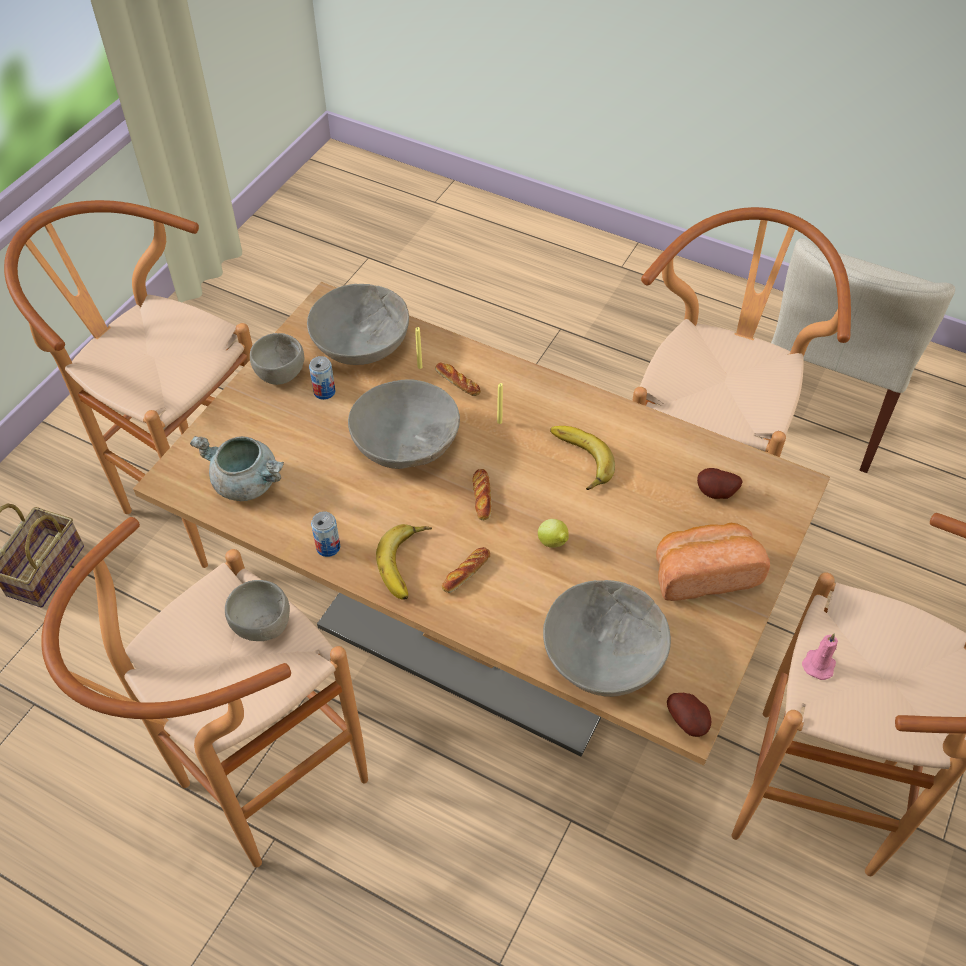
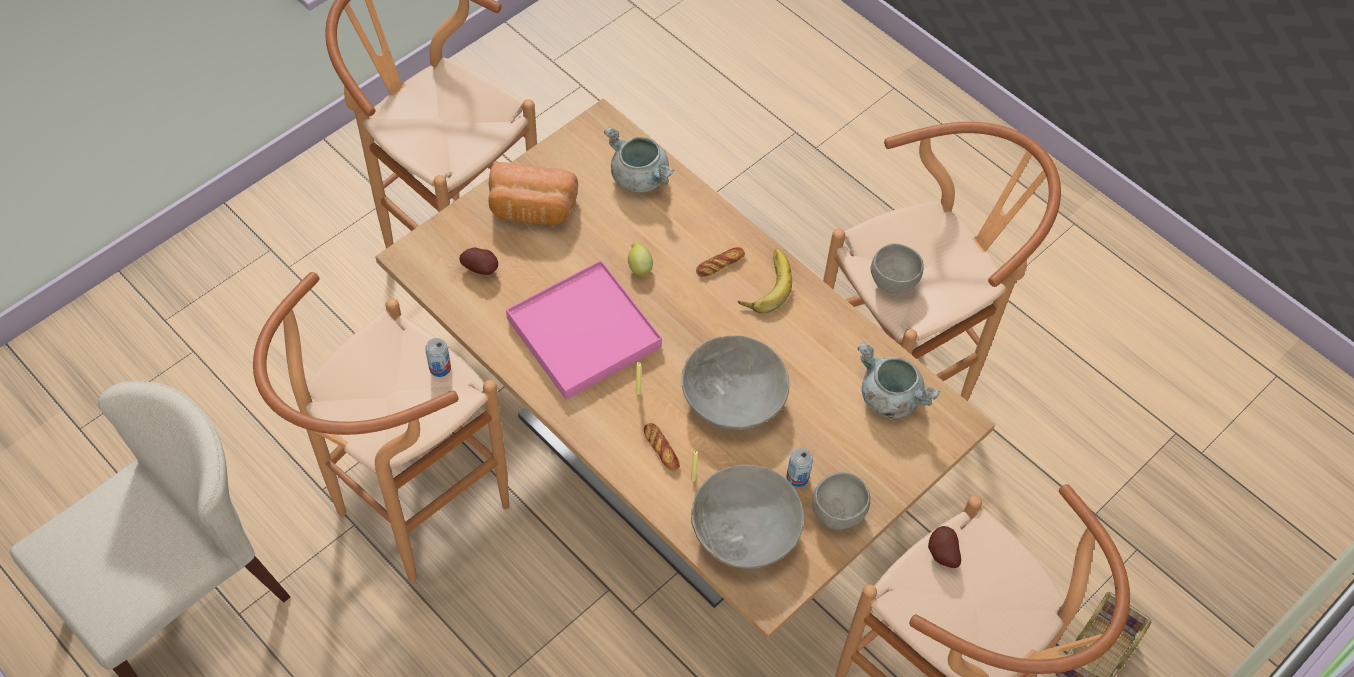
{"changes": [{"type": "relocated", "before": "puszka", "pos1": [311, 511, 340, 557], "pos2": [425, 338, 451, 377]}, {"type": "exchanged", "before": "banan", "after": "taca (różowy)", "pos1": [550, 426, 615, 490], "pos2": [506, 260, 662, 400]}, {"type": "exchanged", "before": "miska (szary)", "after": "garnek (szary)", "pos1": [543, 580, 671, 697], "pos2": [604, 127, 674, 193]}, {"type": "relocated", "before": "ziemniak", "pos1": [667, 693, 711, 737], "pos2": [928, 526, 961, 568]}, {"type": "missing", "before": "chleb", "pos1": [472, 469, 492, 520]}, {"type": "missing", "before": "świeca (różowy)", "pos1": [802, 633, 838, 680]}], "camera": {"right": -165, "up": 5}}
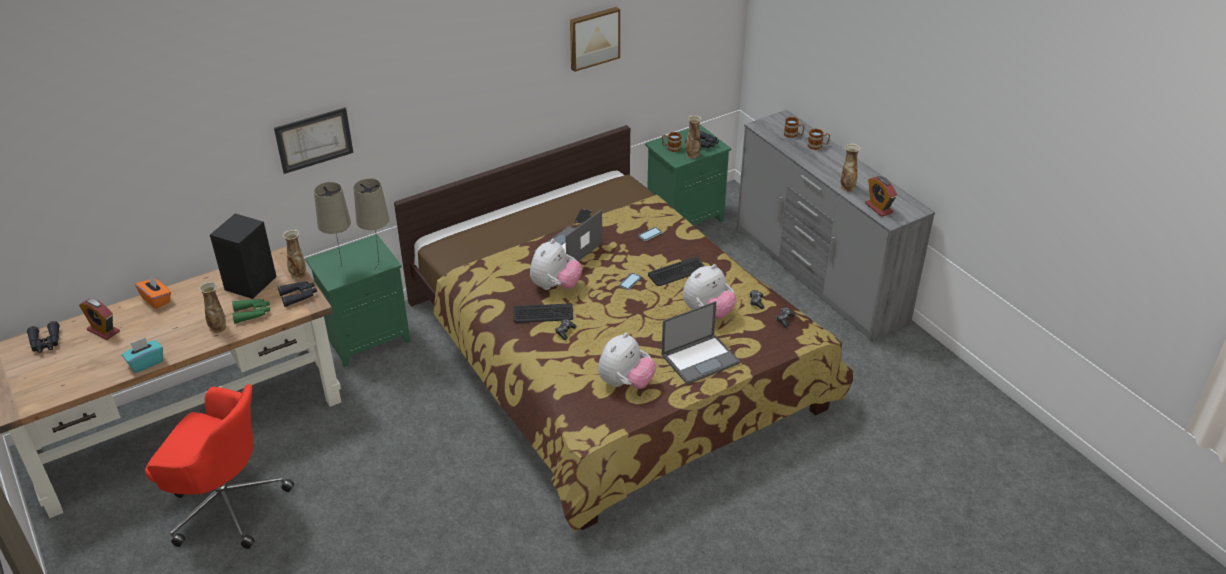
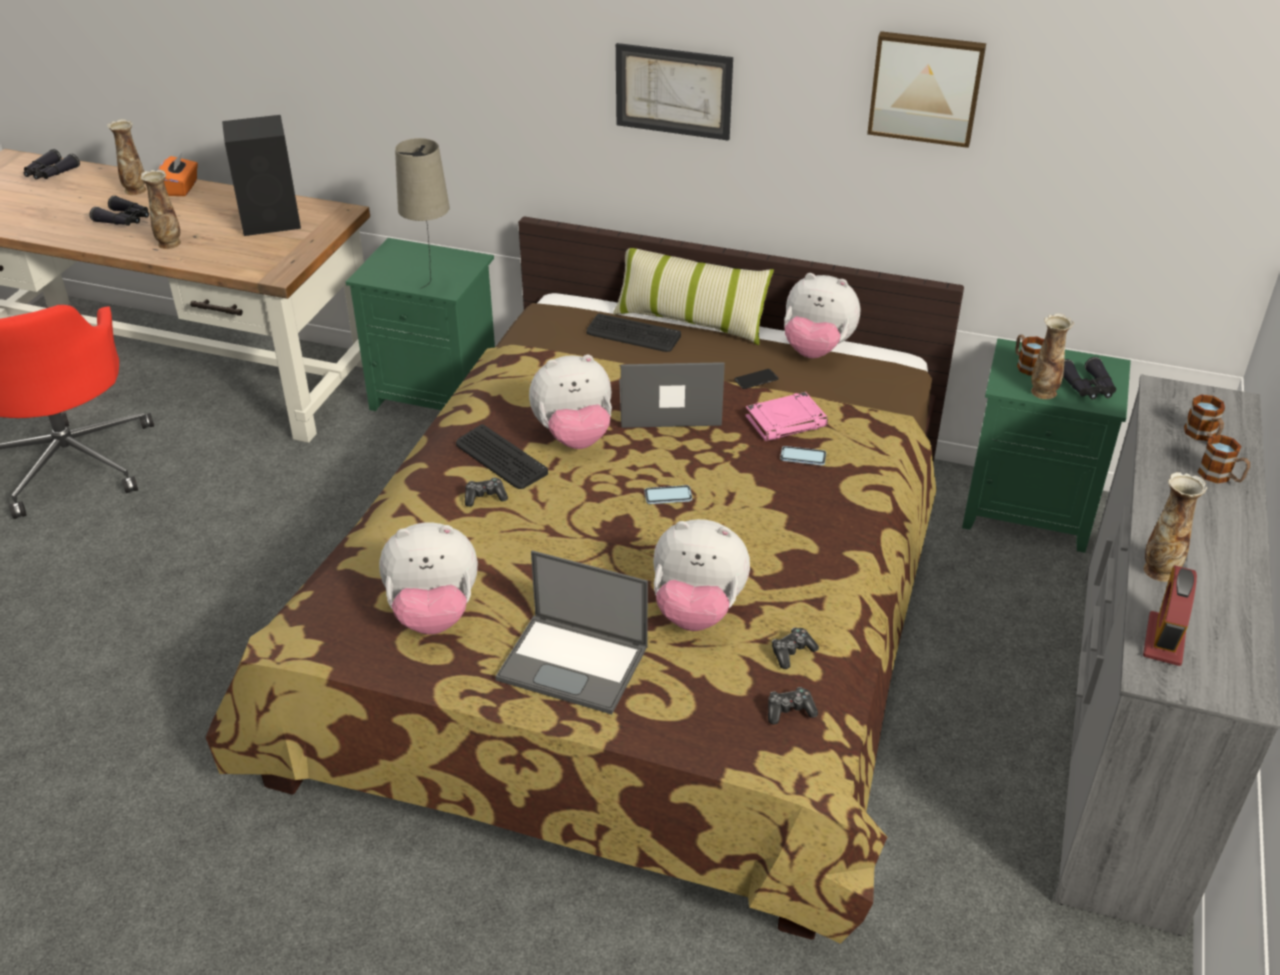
{"changes": [{"type": "relocated", "before": "lornetka (czarny)", "pos1": [277, 281, 317, 307], "pos2": [90, 196, 149, 226]}, {"type": "relocated", "before": "wazon", "pos1": [282, 229, 306, 280], "pos2": [107, 119, 146, 195]}, {"type": "relocated", "before": "klawiatura", "pos1": [648, 257, 704, 286], "pos2": [587, 314, 681, 352]}, {"type": "appeared", "after": "poduszka", "pos2": [613, 248, 774, 345]}, {"type": "relocated", "before": "obraz", "pos1": [274, 107, 353, 174], "pos2": [616, 43, 733, 141]}, {"type": "appeared", "after": "książka (różowy)", "pos2": [745, 392, 828, 441]}, {"type": "appeared", "after": "pluszak", "pos2": [784, 273, 860, 358]}, {"type": "missing", "before": "budzik", "pos1": [79, 298, 120, 340]}, {"type": "missing", "before": "pudełko chusteczek (turkusowy)", "pos1": [122, 337, 163, 373]}, {"type": "missing", "before": "lornetka (zielony)", "pos1": [232, 299, 270, 323]}, {"type": "missing", "before": "lampa stołowa (beżowy)", "pos1": [314, 182, 351, 267]}], "camera": {"right": 50, "up": 0}}
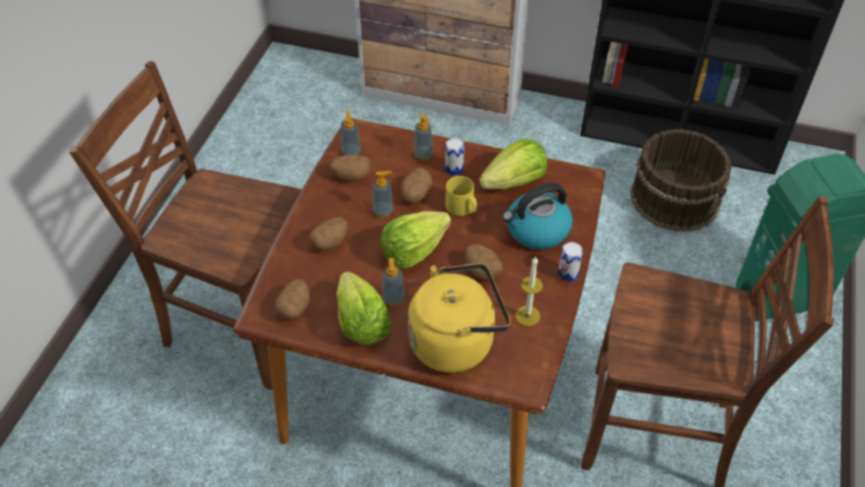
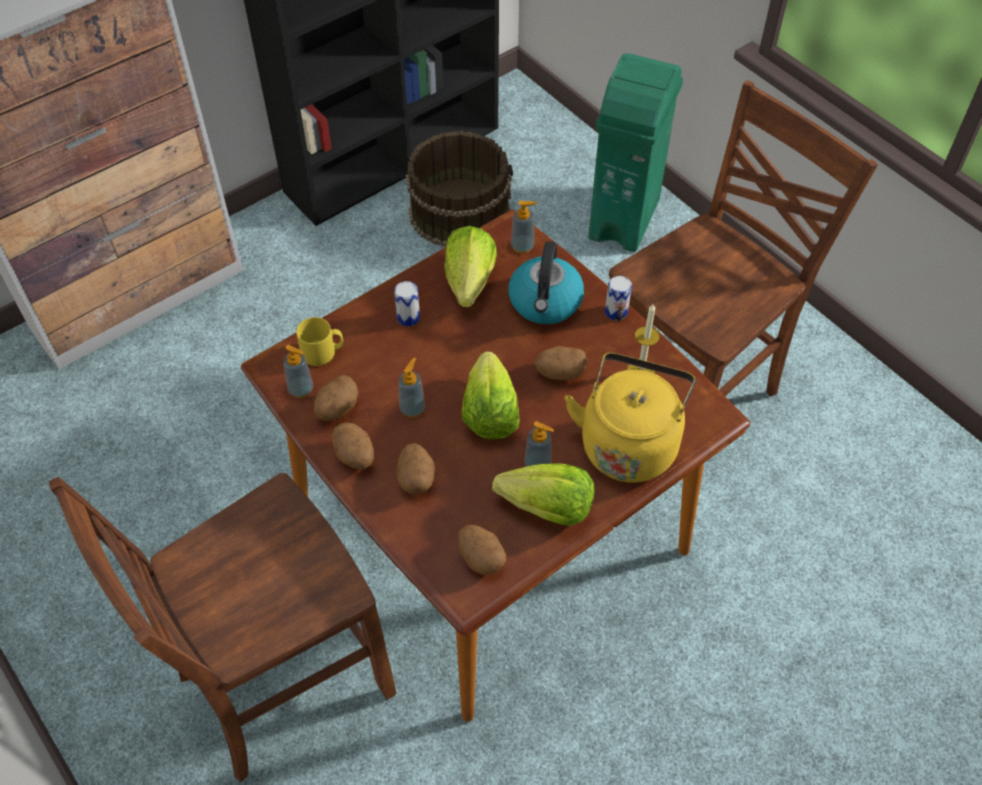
{"changes": [{"type": "relocated", "before": "kubek (żółty)", "pos1": [446, 176, 477, 216], "pos2": [296, 317, 343, 366]}, {"type": "relocated", "before": "ziemniak", "pos1": [401, 168, 432, 203], "pos2": [332, 422, 374, 469]}, {"type": "relocated", "before": "dozownik mydła", "pos1": [414, 113, 433, 161], "pos2": [511, 201, 537, 254]}], "camera": {"right": -55, "up": 5}}
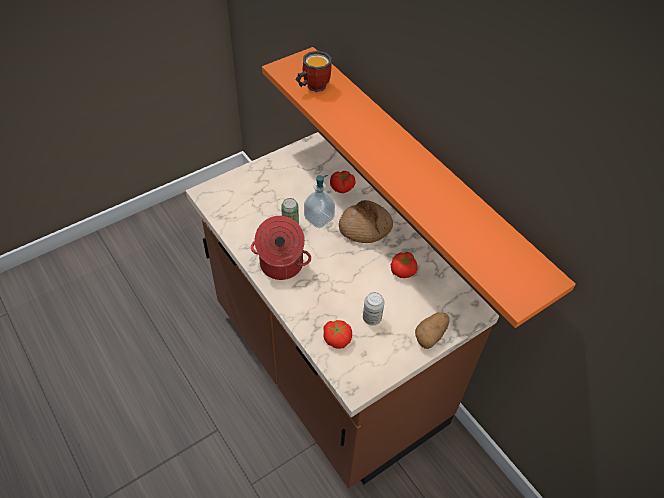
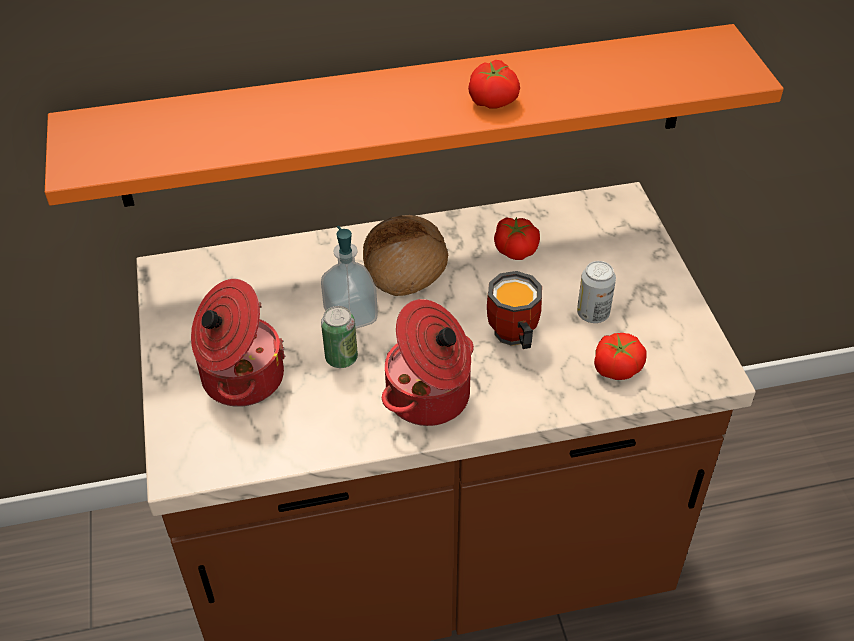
{"changes": [{"type": "appeared", "after": "garnek", "pos2": [191, 279, 285, 407]}, {"type": "relocated", "before": "pomidor", "pos1": [330, 171, 356, 193], "pos2": [468, 60, 520, 108]}, {"type": "relocated", "before": "kubek", "pos1": [296, 51, 332, 92], "pos2": [487, 271, 542, 349]}, {"type": "missing", "before": "ziemniak", "pos1": [415, 313, 450, 349]}], "camera": {"right": -65, "up": -5}}
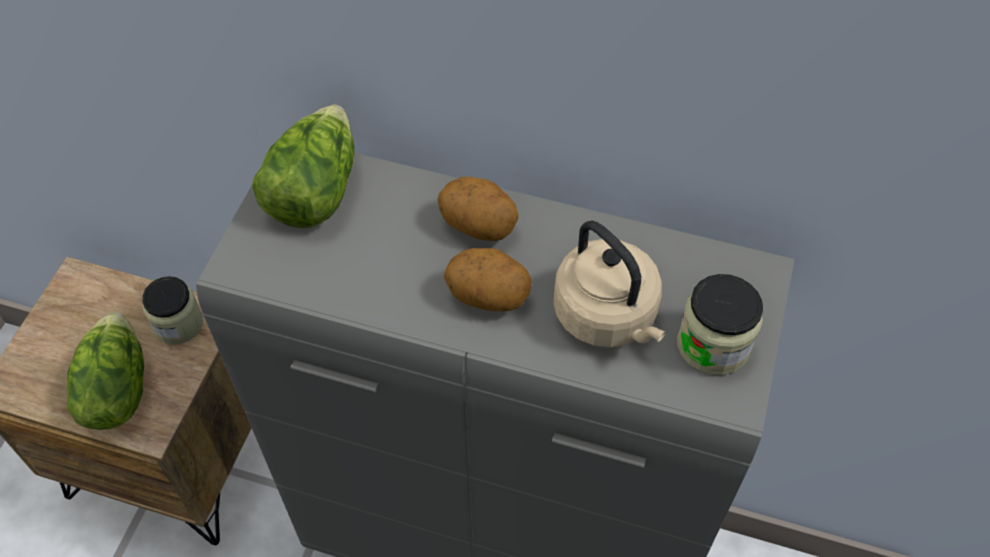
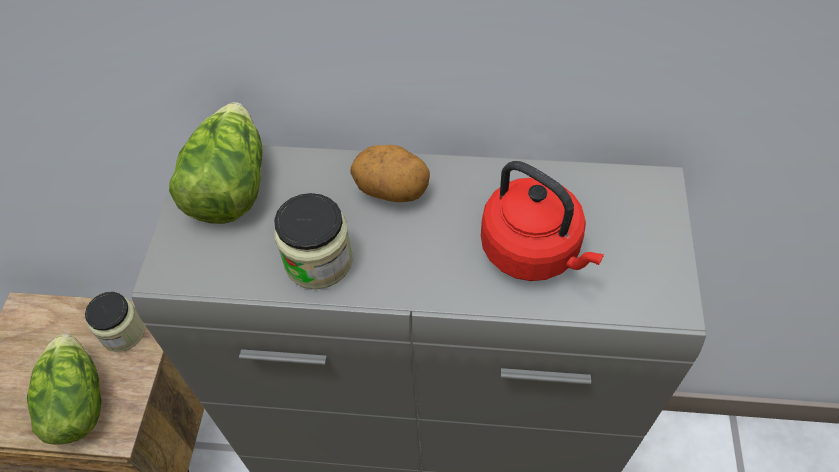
{"changes": [{"type": "relocated", "before": "słoik", "pos1": [677, 274, 763, 375], "pos2": [274, 193, 353, 289]}, {"type": "colour", "before": "czajnik (beżowy)", "after": "czajnik (czerwony)", "pos1": [553, 221, 666, 348], "pos2": [481, 161, 604, 281]}, {"type": "missing", "before": "ziemniak", "pos1": [444, 248, 531, 311]}], "camera": {"right": -10, "up": 0}}
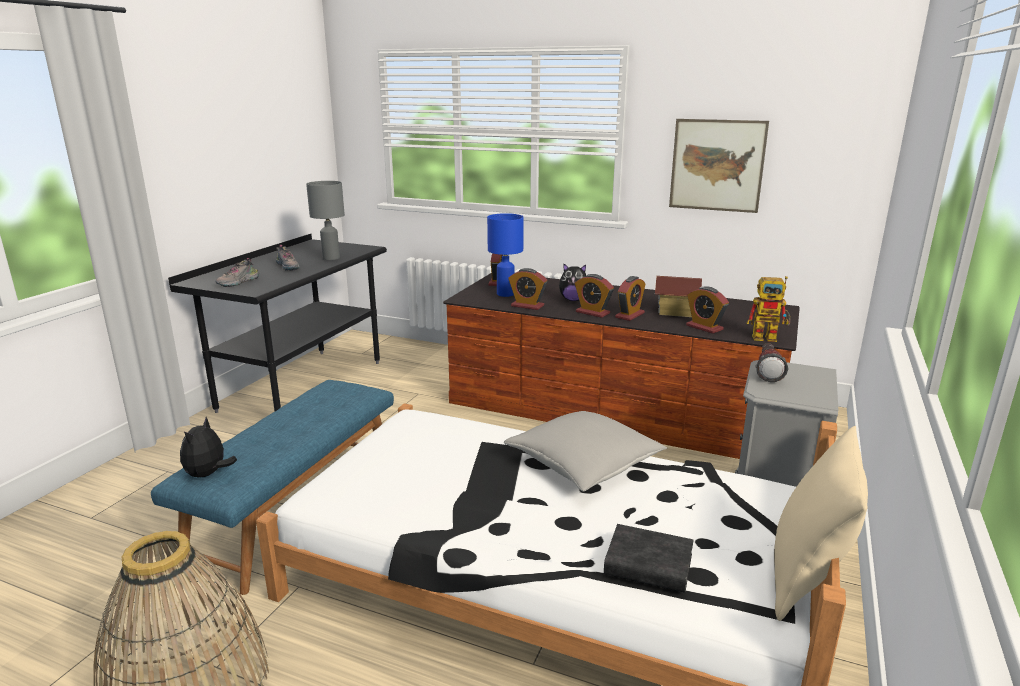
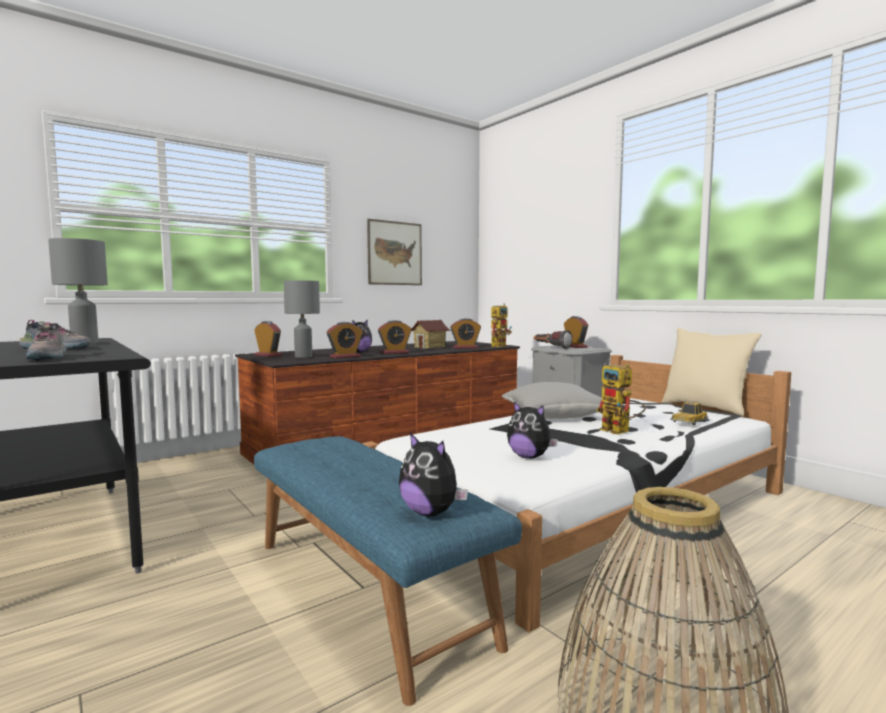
{"changes": [{"type": "colour", "before": "lampa stołowa (niebieski)", "after": "lampa stołowa (szary)", "pos1": [487, 213, 524, 297], "pos2": [284, 280, 320, 358]}, {"type": "appeared", "after": "pluszak", "pos2": [507, 401, 558, 459]}, {"type": "relocated", "before": "budzik", "pos1": [615, 276, 645, 321], "pos2": [564, 316, 588, 348]}, {"type": "appeared", "after": "robot zabawkowy", "pos2": [596, 364, 646, 435]}, {"type": "exchanged", "before": "książka (czarny)", "after": "samochodzik", "pos1": [604, 524, 694, 593], "pos2": [670, 402, 708, 425]}], "camera": {"right": -60, "up": -15}}
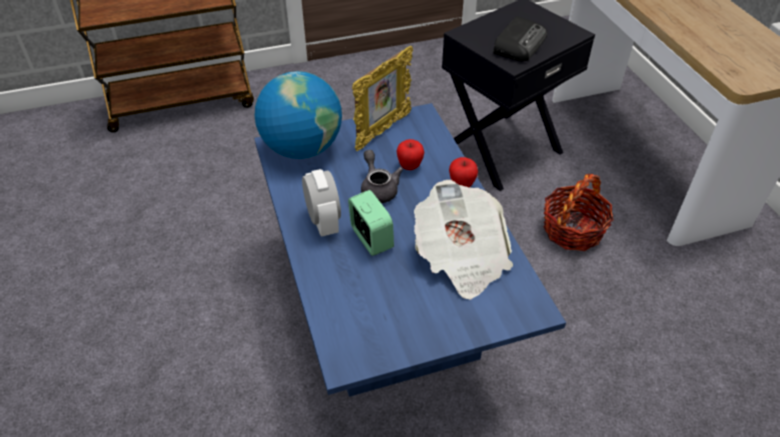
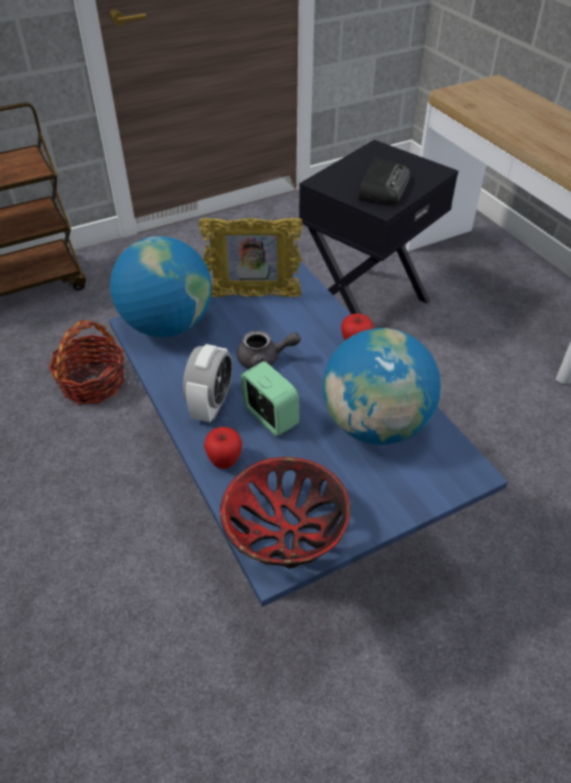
{"changes": [{"type": "relocated", "before": "koszyk", "pos1": [544, 174, 614, 251], "pos2": [48, 320, 124, 404]}, {"type": "spun", "before": "budzik", "pos1": [302, 169, 341, 237], "pos2": [183, 344, 232, 422], "turn": 45}, {"type": "spun", "before": "ramka na zdjęcie", "pos1": [352, 45, 413, 151], "pos2": [198, 217, 303, 297], "turn": 60}, {"type": "relocated", "before": "jabłko", "pos1": [396, 139, 424, 170], "pos2": [204, 427, 242, 469]}, {"type": "appeared", "after": "miska", "pos2": [220, 457, 350, 569]}, {"type": "spun", "before": "imbryk (szary)", "pos1": [361, 150, 403, 203], "pos2": [237, 331, 301, 369], "turn": 120}, {"type": "exchanged", "before": "gazeta", "after": "globus", "pos1": [414, 180, 513, 300], "pos2": [323, 328, 441, 445]}], "camera": {"right": -10, "up": 0}}
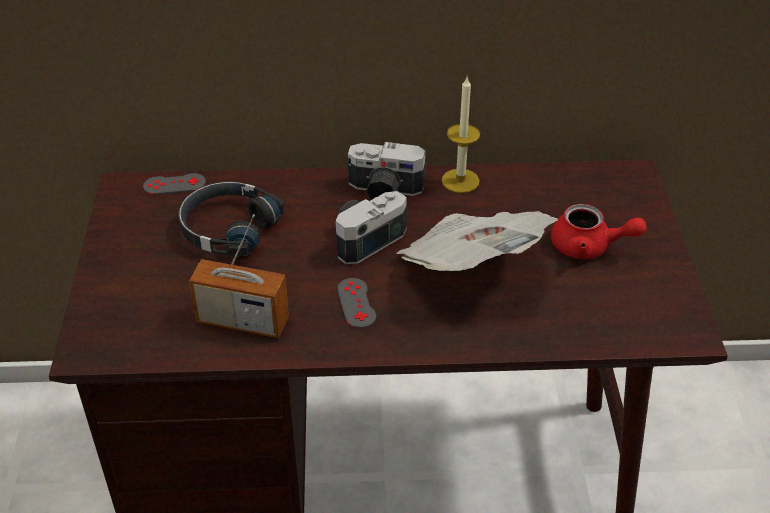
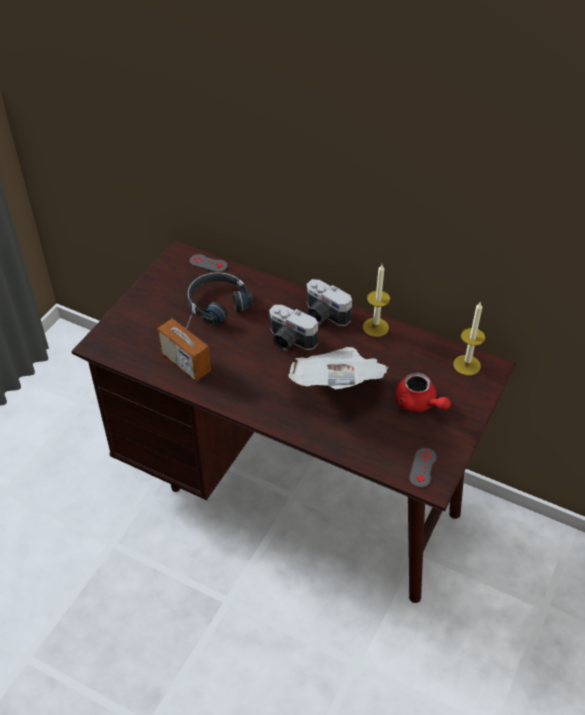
{"changes": [{"type": "spun", "before": "aparat fotograficzny", "pos1": [335, 191, 406, 264], "pos2": [269, 305, 318, 351], "turn": -135}, {"type": "relocated", "before": "pad do gier (szary)", "pos1": [337, 278, 376, 328], "pos2": [410, 448, 437, 488]}, {"type": "appeared", "after": "świeca", "pos2": [453, 301, 485, 375]}], "camera": {"right": 30, "up": 5}}
